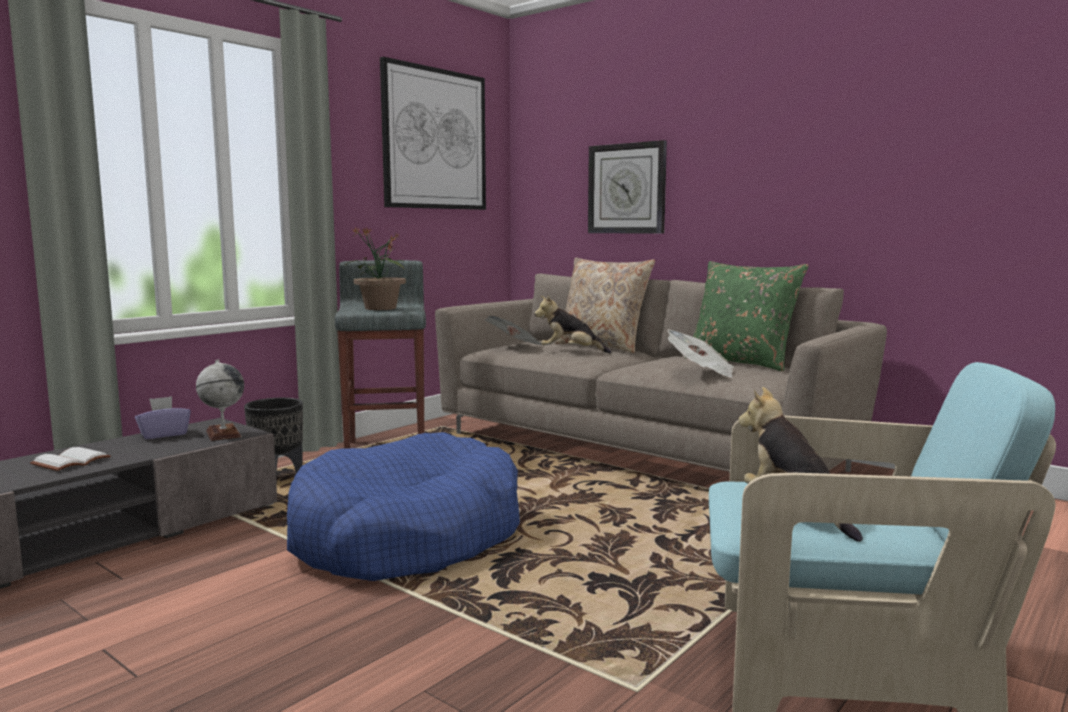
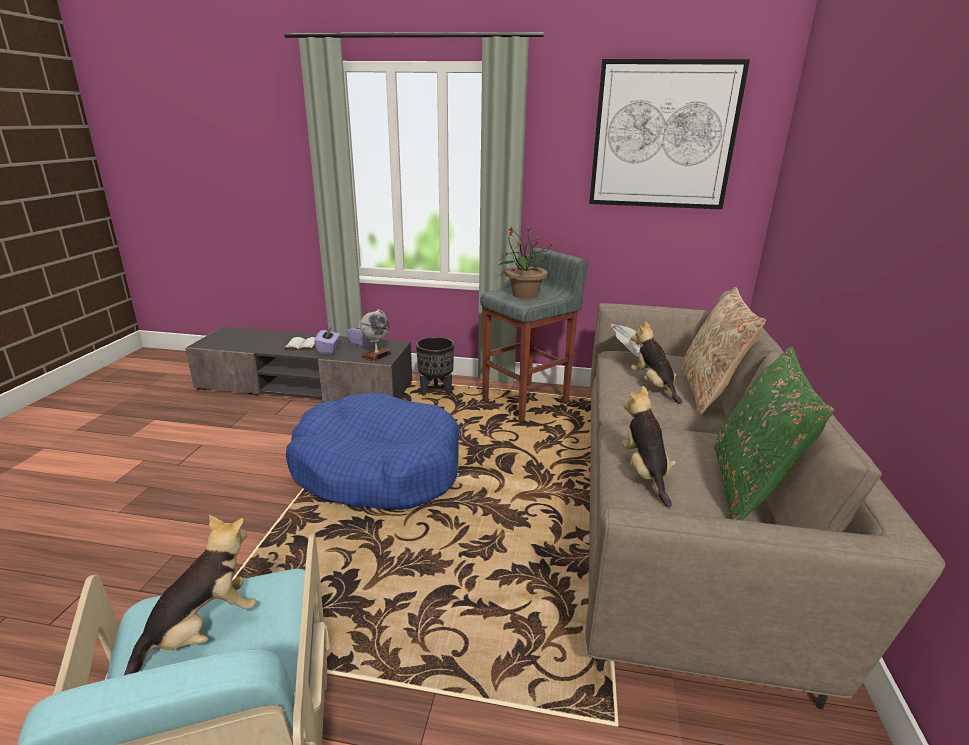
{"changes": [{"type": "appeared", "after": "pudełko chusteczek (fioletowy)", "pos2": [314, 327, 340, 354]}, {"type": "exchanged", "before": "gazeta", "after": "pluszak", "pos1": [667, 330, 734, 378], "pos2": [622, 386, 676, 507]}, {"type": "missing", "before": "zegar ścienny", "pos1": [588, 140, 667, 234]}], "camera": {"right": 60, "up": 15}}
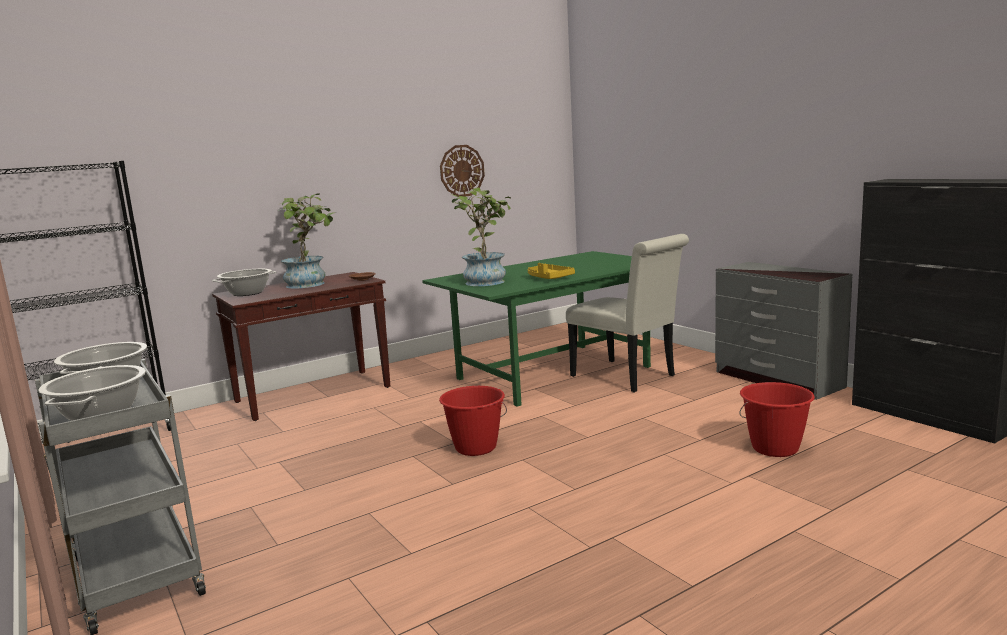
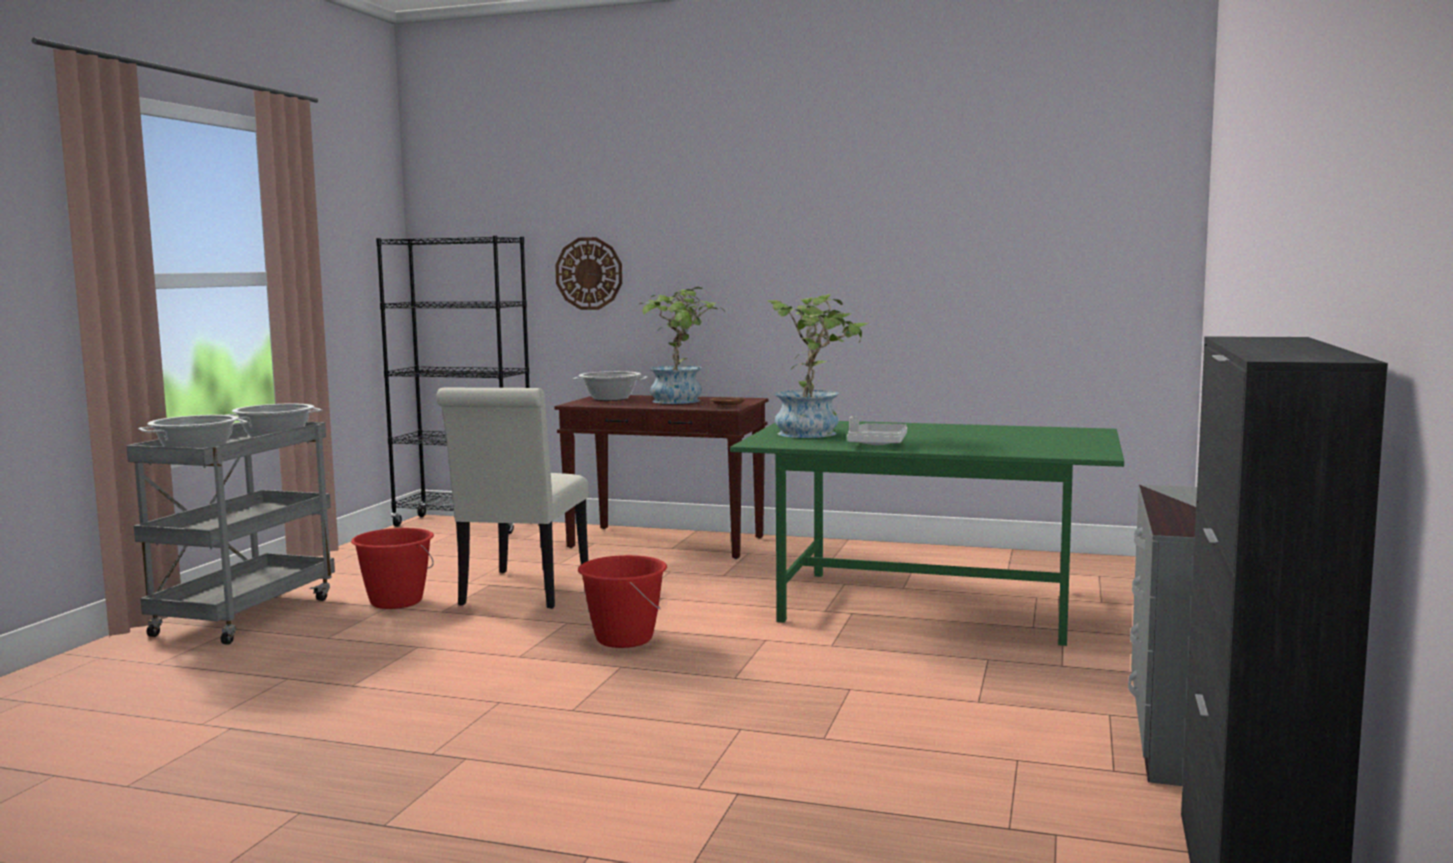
{"changes": [{"type": "relocated", "before": "wiadro (czerwony)", "pos1": [739, 382, 815, 457], "pos2": [351, 528, 434, 609]}, {"type": "relocated", "before": "krzesło (biały)", "pos1": [566, 234, 689, 393], "pos2": [436, 388, 589, 609]}, {"type": "relocated", "before": "zegar ścienny", "pos1": [440, 145, 485, 197], "pos2": [555, 237, 622, 310]}, {"type": "colour", "before": "taca (żółty)", "after": "taca (szary)", "pos1": [528, 263, 575, 279], "pos2": [847, 416, 907, 445]}], "camera": {"right": 50, "up": -5}}
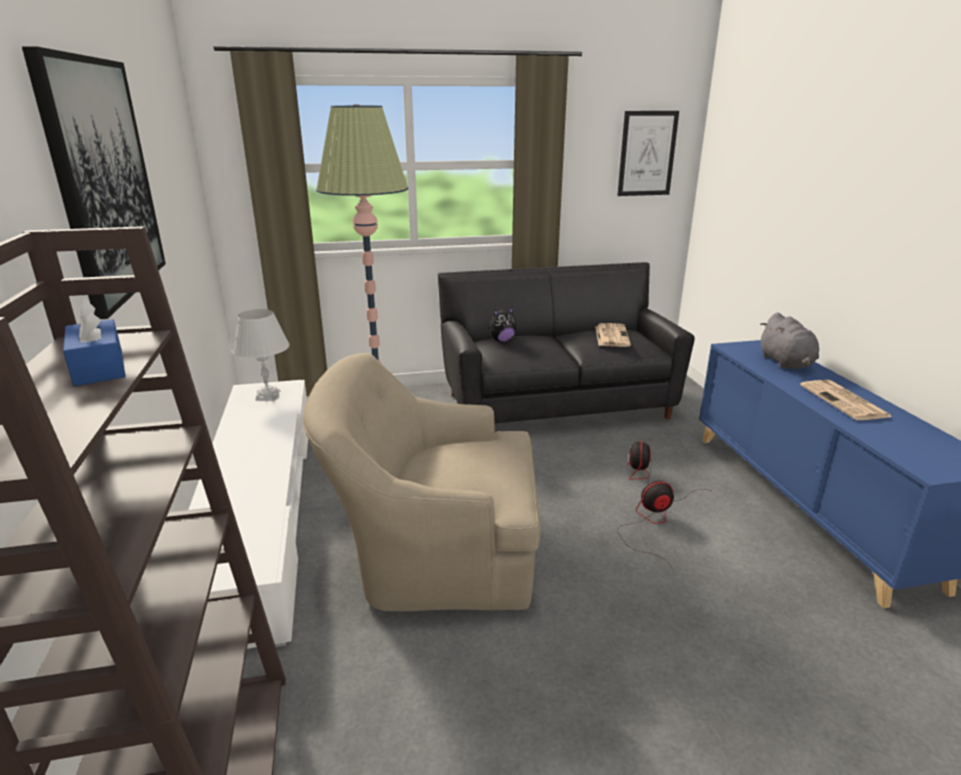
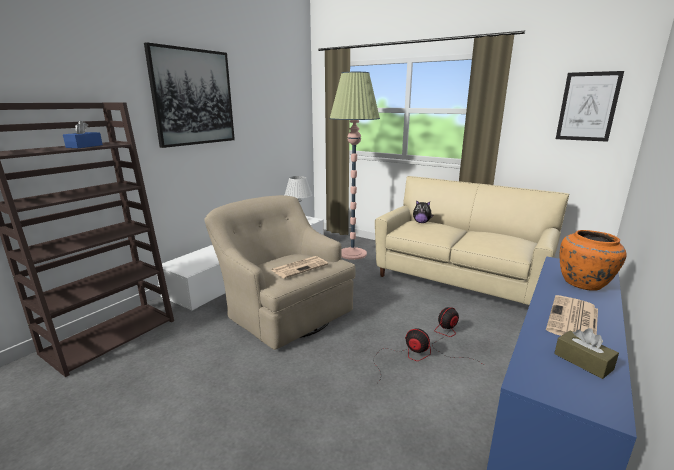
{"changes": [{"type": "relocated", "before": "gazeta", "pos1": [595, 323, 631, 347], "pos2": [272, 256, 328, 278]}, {"type": "colour", "before": "kanapa (czarny)", "after": "kanapa (beżowy)", "pos1": [438, 262, 695, 424], "pos2": [375, 176, 569, 305]}, {"type": "appeared", "after": "pudełko chusteczek (brązowy)", "pos2": [554, 328, 619, 379]}, {"type": "exchanged", "before": "pluszak (szary)", "after": "wazon (pomarańczowy)", "pos1": [760, 313, 819, 369], "pos2": [560, 230, 627, 291]}], "camera": {"right": 45, "up": -5}}
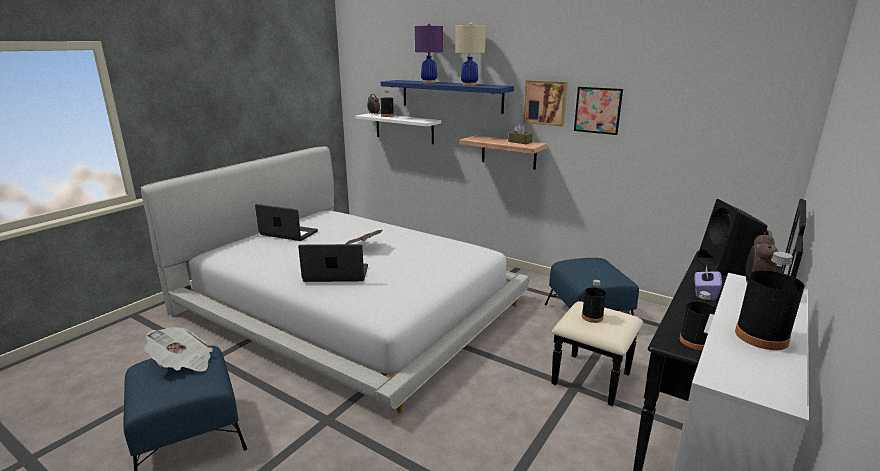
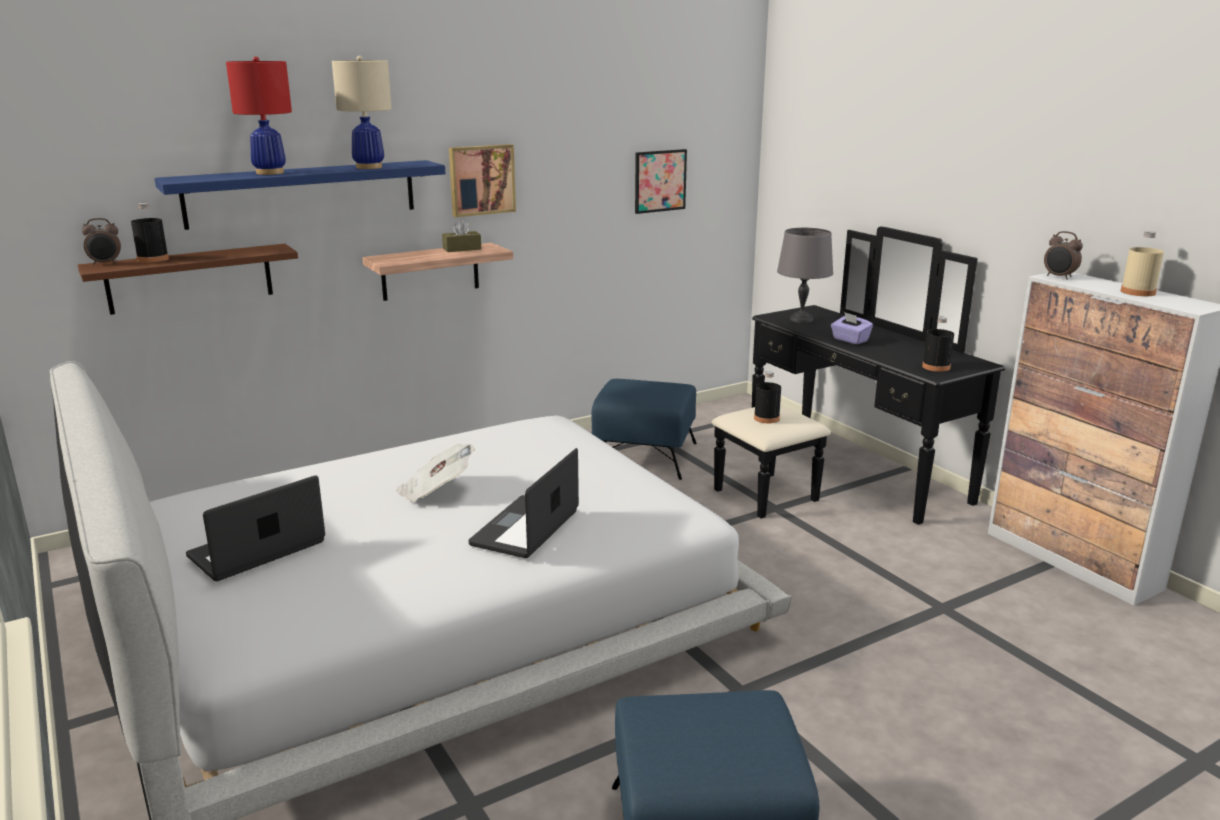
{"changes": [{"type": "colour", "before": "półka (biały)", "after": "półka (brązowy)", "pos1": [355, 113, 441, 144], "pos2": [78, 244, 298, 315]}, {"type": "colour", "before": "lampa stołowa (fioletowy)", "after": "lampa stołowa (czerwony)", "pos1": [415, 24, 443, 83], "pos2": [226, 56, 292, 175]}, {"type": "relocated", "before": "obraz", "pos1": [574, 87, 623, 135], "pos2": [635, 149, 687, 214]}, {"type": "exchanged", "before": "głośnik (czarny)", "after": "lampa stołowa (szary)", "pos1": [697, 199, 767, 276], "pos2": [777, 228, 833, 323]}, {"type": "colour", "before": "butelka (czarny)", "after": "butelka (beżowy)", "pos1": [735, 252, 804, 350], "pos2": [1121, 231, 1164, 296]}, {"type": "missing", "before": "gazeta", "pos1": [144, 327, 212, 372]}], "camera": {"right": -65, "up": 0}}
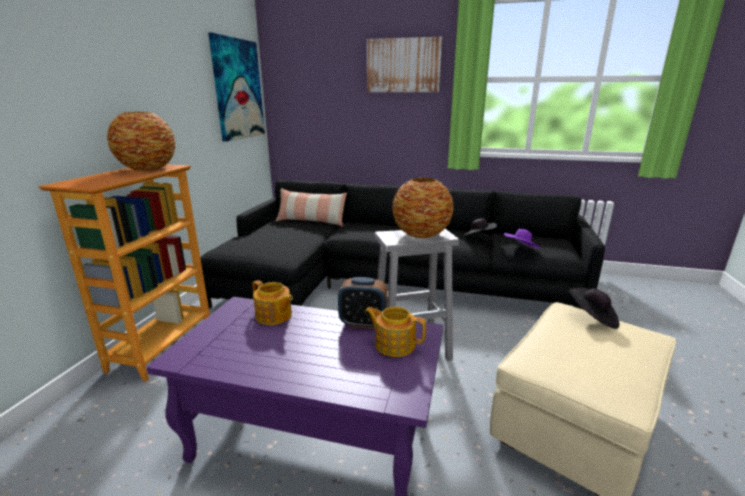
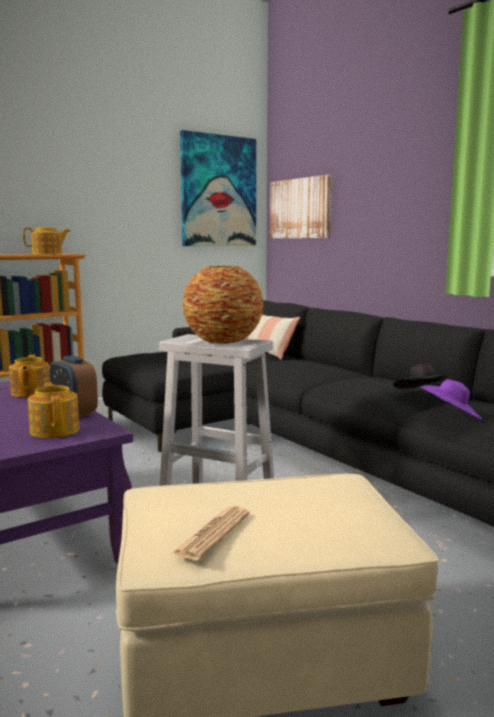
{"changes": [{"type": "exchanged", "before": "wazon", "after": "imbryk", "pos1": [107, 112, 176, 171], "pos2": [23, 227, 70, 254]}, {"type": "appeared", "after": "gazeta", "pos2": [171, 506, 250, 560]}, {"type": "relocated", "before": "obraz", "pos1": [367, 37, 442, 92], "pos2": [270, 175, 331, 238]}, {"type": "missing", "before": "kapelusz (czarny)", "pos1": [569, 287, 619, 329]}], "camera": {"right": 40, "up": -10}}
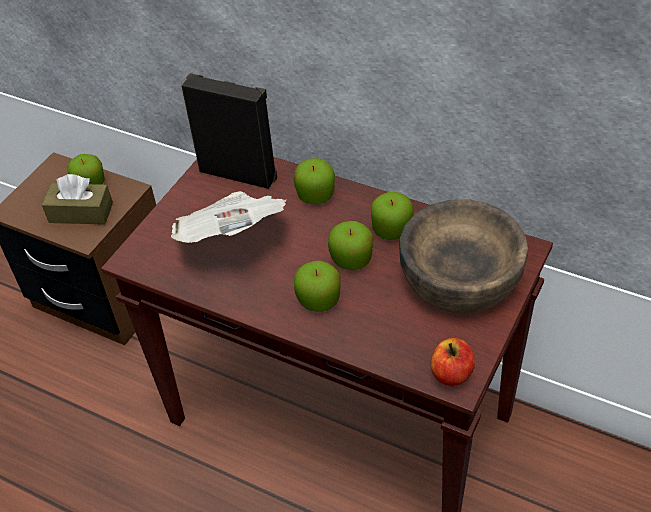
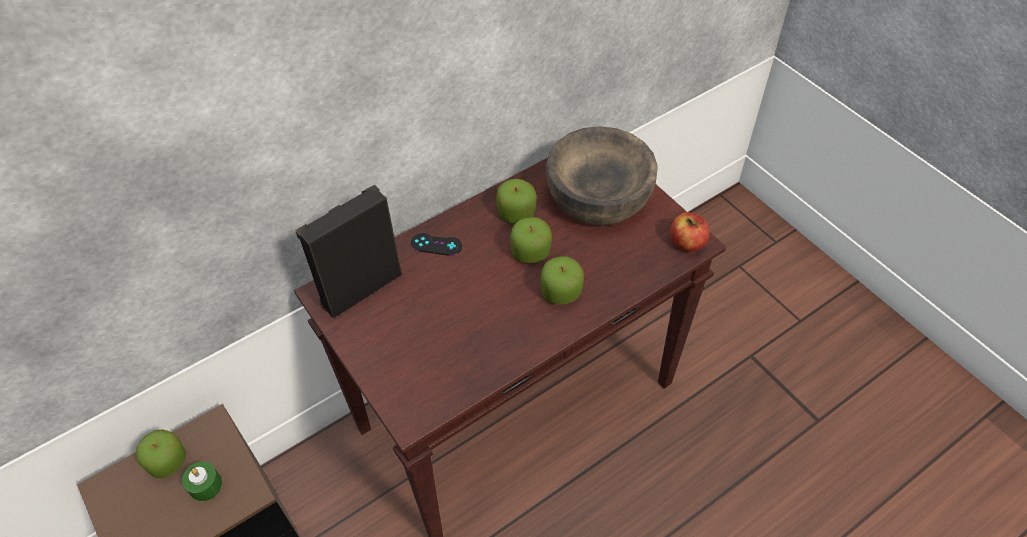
{"changes": [{"type": "exchanged", "before": "pudełko chusteczek (brązowy)", "after": "świeca (zielony)", "pos1": [42, 174, 113, 225], "pos2": [182, 462, 222, 501]}, {"type": "exchanged", "before": "jabłko", "after": "pad do gier (czarny)", "pos1": [294, 158, 335, 204], "pos2": [411, 233, 462, 256]}, {"type": "missing", "before": "gazeta", "pos1": [171, 191, 286, 243]}], "camera": {"right": -65, "up": 5}}
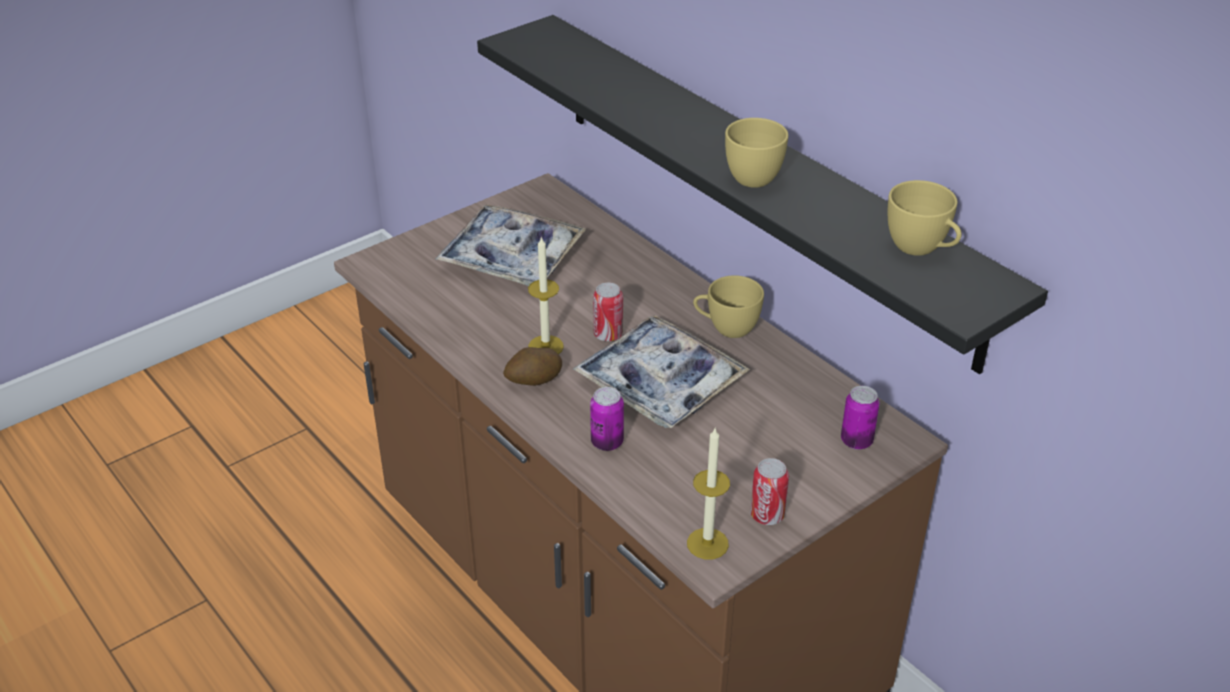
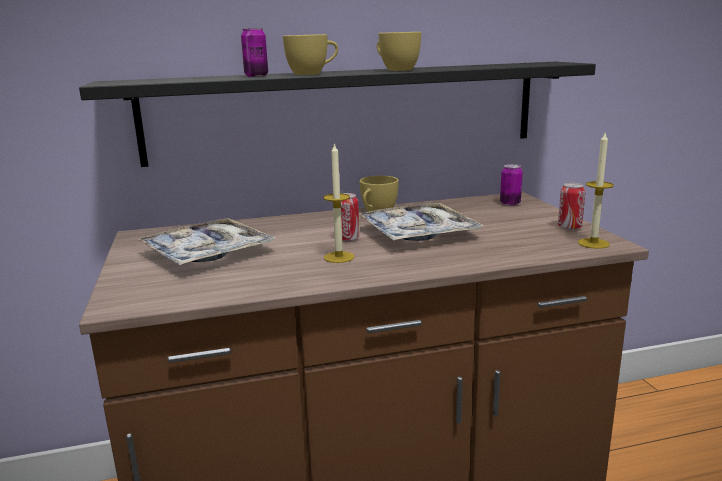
{"changes": [{"type": "relocated", "before": "puszka", "pos1": [590, 387, 624, 451], "pos2": [241, 28, 268, 77]}, {"type": "relocated", "before": "filiżanka (żółty)", "pos1": [888, 180, 962, 256], "pos2": [283, 34, 338, 75]}, {"type": "missing", "before": "ziemniak", "pos1": [503, 347, 562, 386]}], "camera": {"right": -65, "up": -20}}
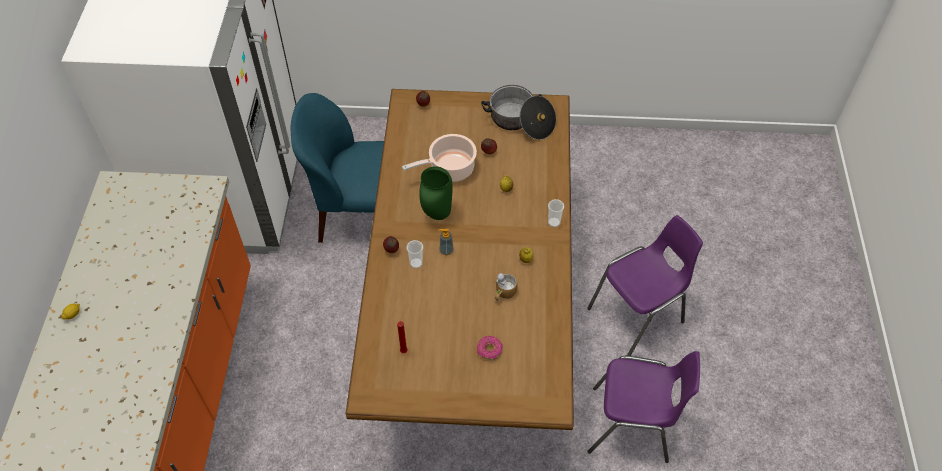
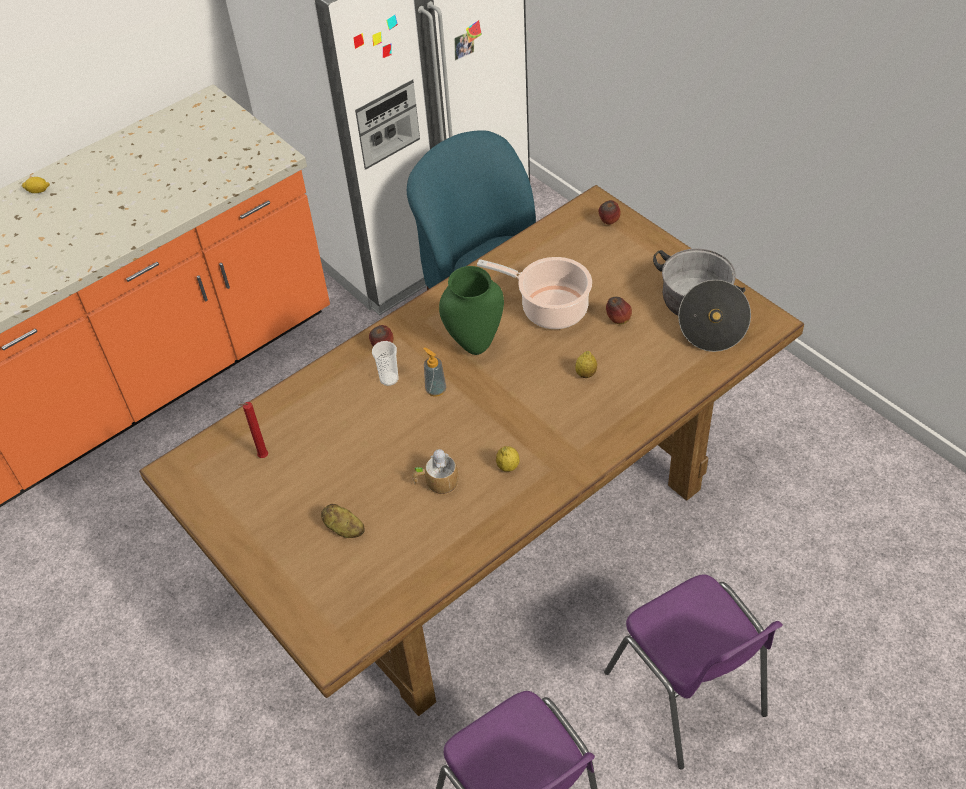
{"changes": [{"type": "exchanged", "before": "donut", "after": "ziemniak", "pos1": [477, 336, 503, 360], "pos2": [321, 504, 365, 538]}, {"type": "spun", "before": "krzesło (fioletowy)", "pos1": [587, 215, 703, 356], "pos2": [604, 574, 783, 770], "turn": 45}, {"type": "missing", "before": "filiżanka", "pos1": [548, 199, 564, 227]}], "camera": {"right": 50, "up": -5}}
